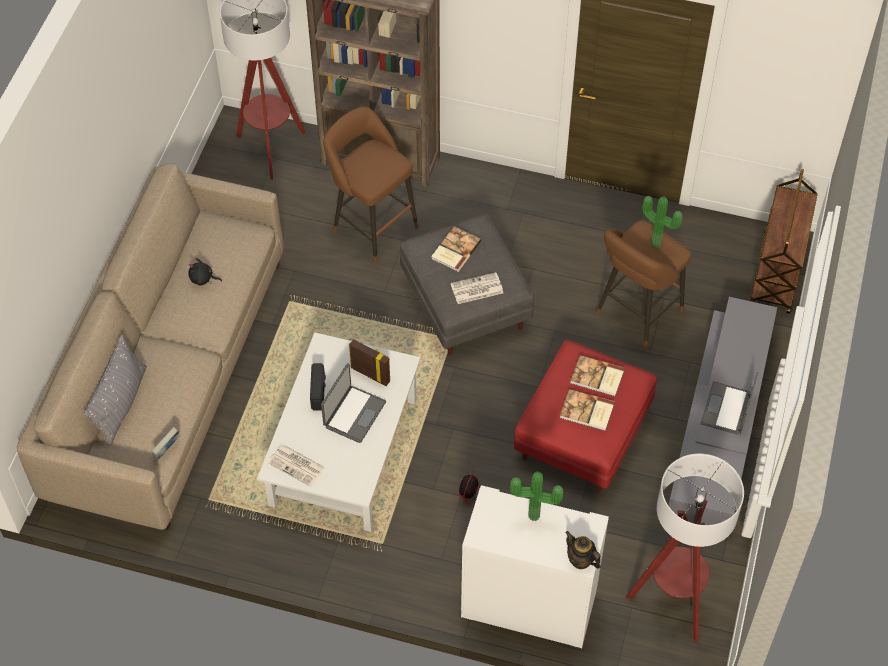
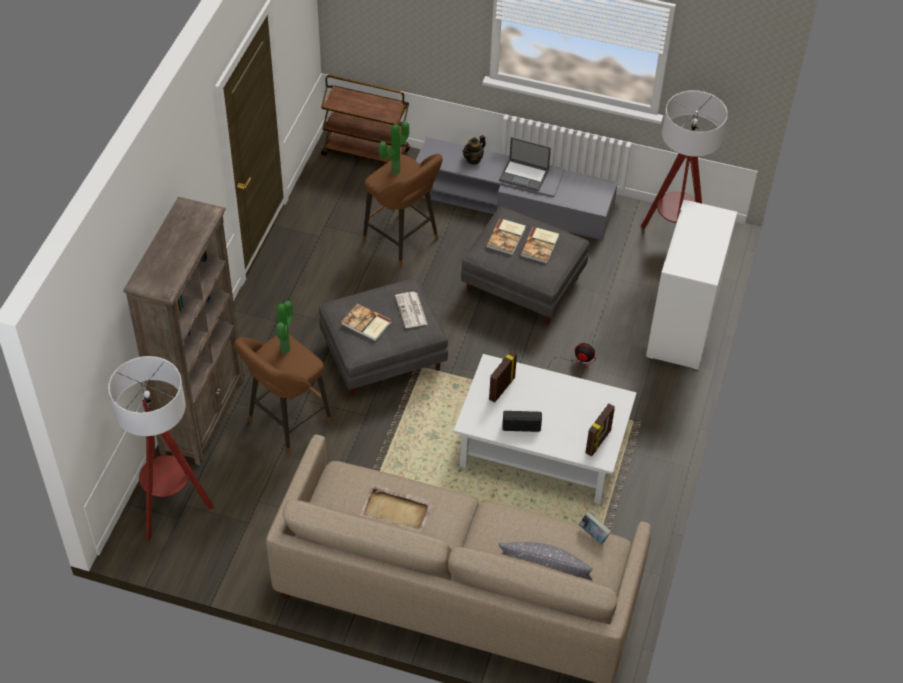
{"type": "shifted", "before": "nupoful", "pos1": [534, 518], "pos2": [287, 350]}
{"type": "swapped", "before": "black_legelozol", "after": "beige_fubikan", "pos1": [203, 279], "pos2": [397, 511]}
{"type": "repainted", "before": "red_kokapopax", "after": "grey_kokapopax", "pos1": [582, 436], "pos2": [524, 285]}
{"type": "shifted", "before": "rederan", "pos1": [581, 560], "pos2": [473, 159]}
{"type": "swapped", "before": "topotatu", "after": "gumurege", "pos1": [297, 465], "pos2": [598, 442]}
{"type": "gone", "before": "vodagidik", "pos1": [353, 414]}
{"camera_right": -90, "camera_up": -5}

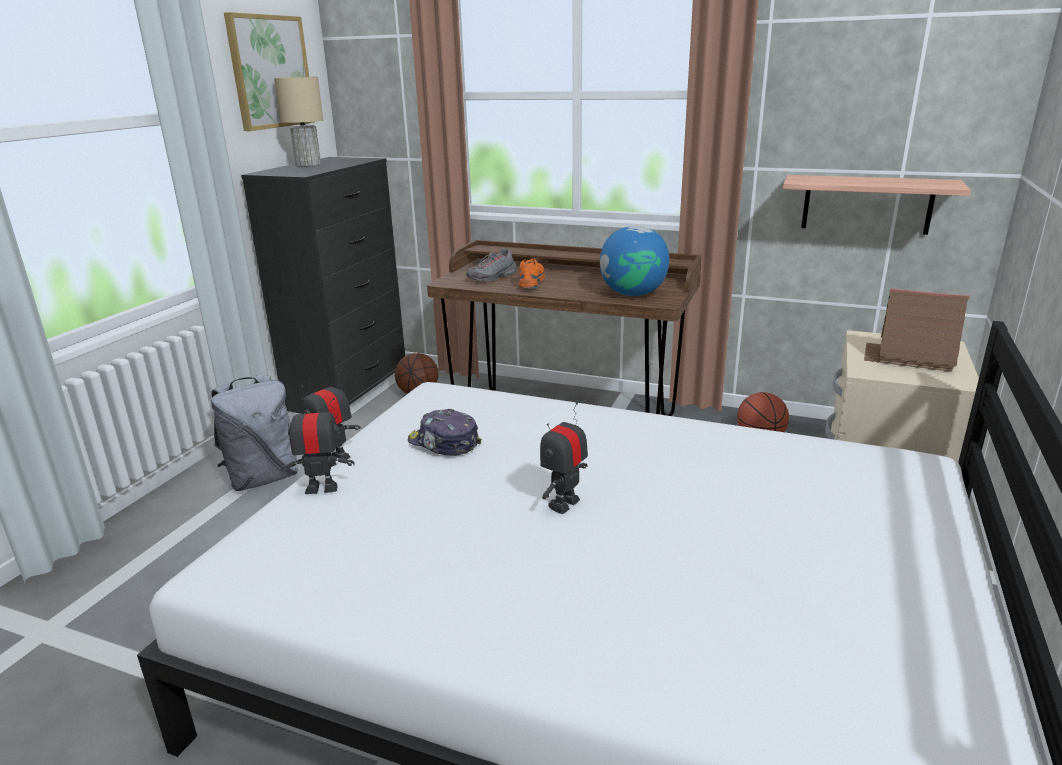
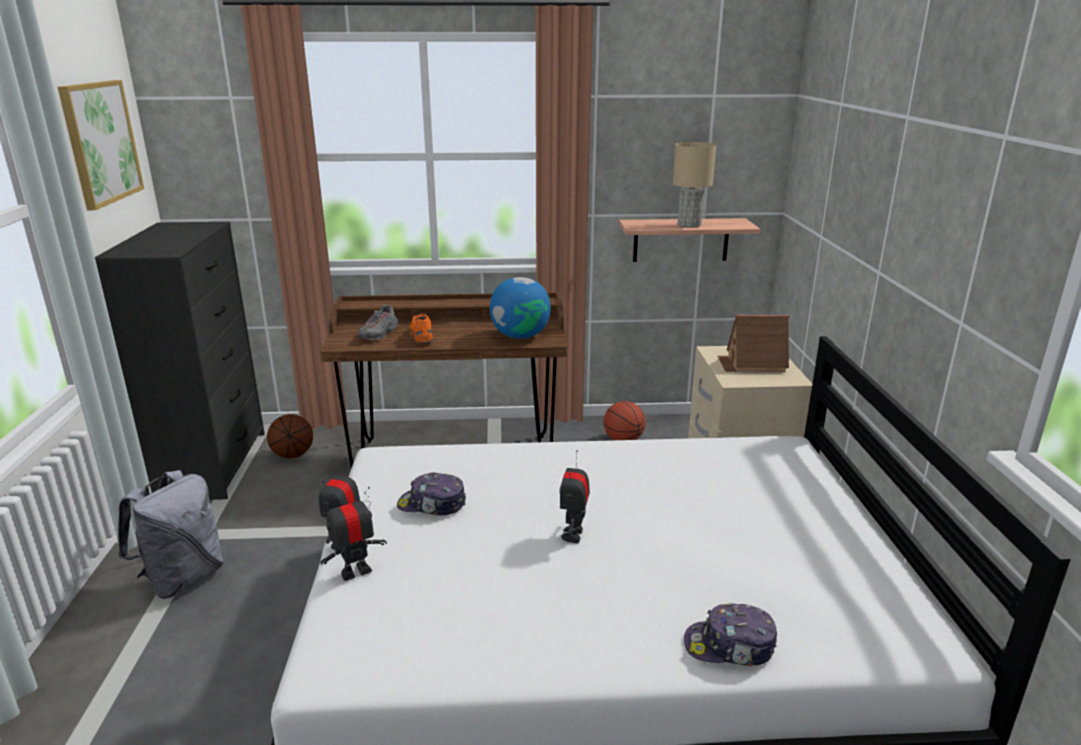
{"type": "shifted", "before": "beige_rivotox", "pos1": [308, 165], "pos2": [690, 224]}
{"type": "new", "after": "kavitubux", "pos2": [730, 647]}
{"camera_right": -25, "camera_up": 0}

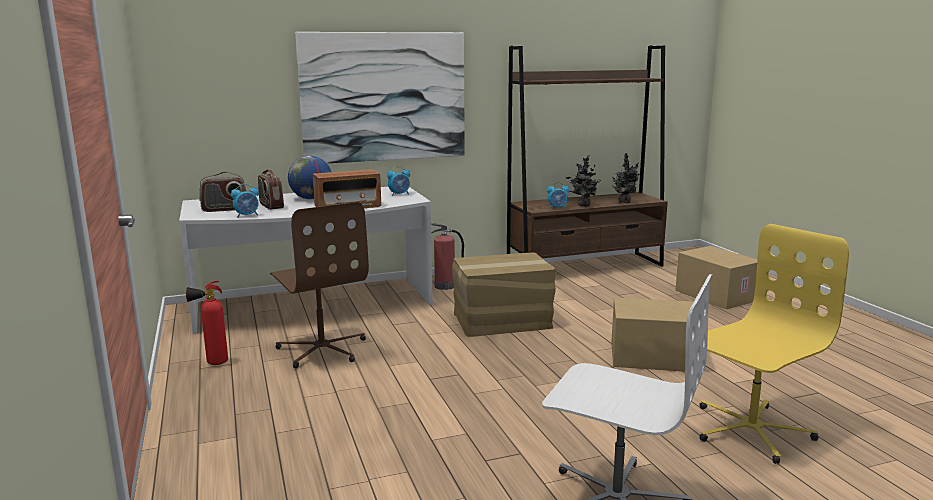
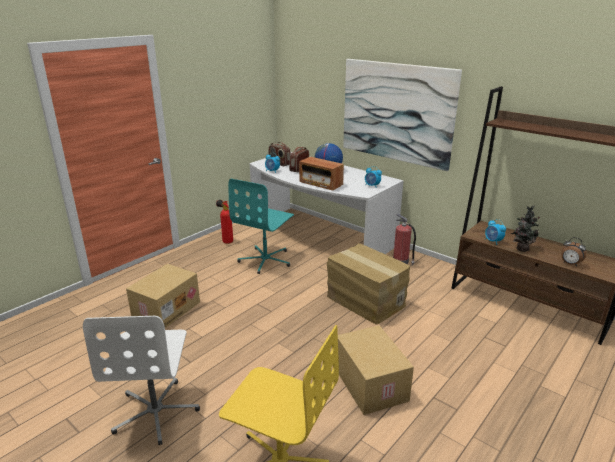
{"type": "shifted", "before": "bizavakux", "pos1": [714, 295], "pos2": [166, 309]}
{"type": "repainted", "before": "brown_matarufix", "after": "turquoise_matarufix", "pos1": [322, 349], "pos2": [266, 260]}
{"type": "swapped", "before": "nupoful", "after": "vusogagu", "pos1": [625, 202], "pos2": [570, 264]}
{"camera_right": 60, "camera_up": 10}

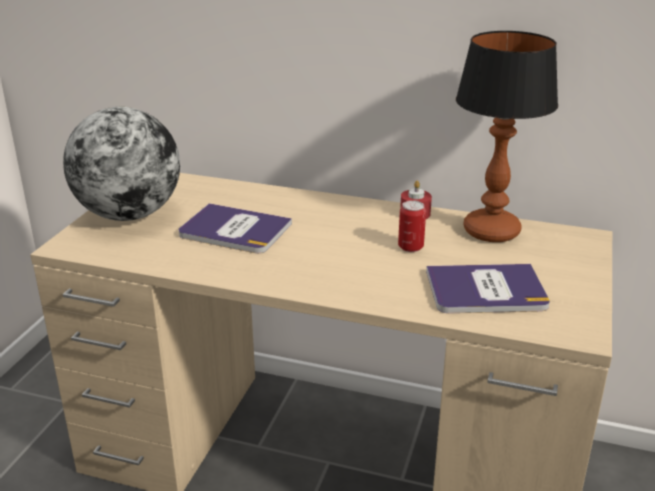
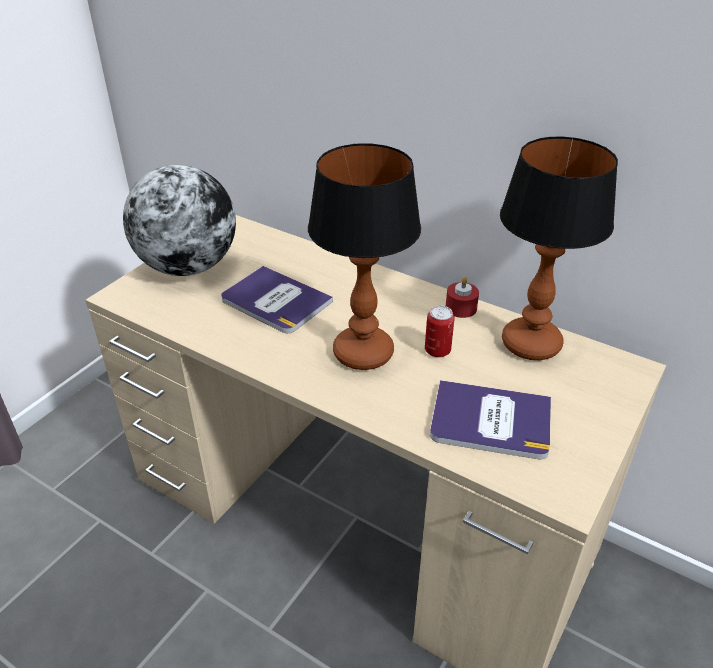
{"type": "new", "after": "rivotox", "pos2": [364, 354]}
{"camera_right": 15, "camera_up": 10}

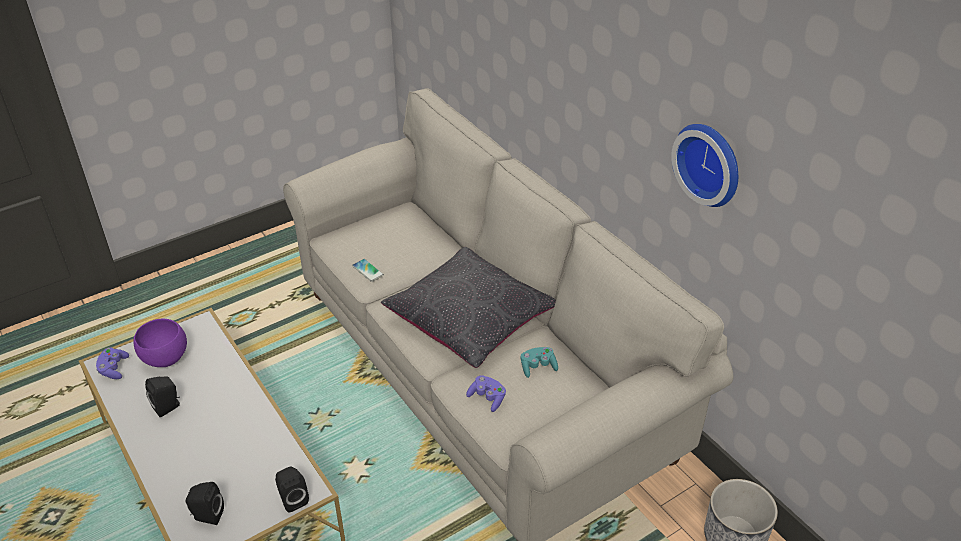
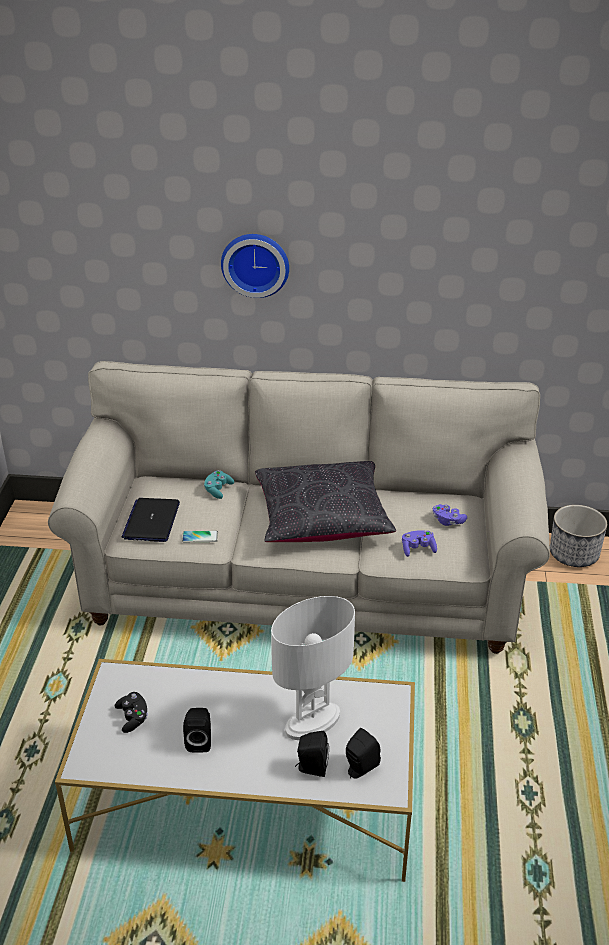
{"type": "swapped", "before": "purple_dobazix", "after": "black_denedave", "pos1": [165, 359], "pos2": [133, 718]}
{"type": "new", "after": "vodagidik", "pos2": [151, 521]}
{"type": "shifted", "before": "turquoise_denedave", "pos1": [538, 367], "pos2": [218, 490]}
{"type": "shifted", "before": "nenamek", "pos1": [710, 163], "pos2": [256, 263]}
{"type": "new", "after": "white_rivotox", "pos2": [312, 723]}
{"type": "shifted", "before": "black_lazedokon", "pos1": [292, 499], "pos2": [311, 768]}
{"type": "shifted", "before": "purple_denedave", "pos1": [113, 369], "pos2": [447, 521]}
{"camera_right": -50, "camera_up": -5}

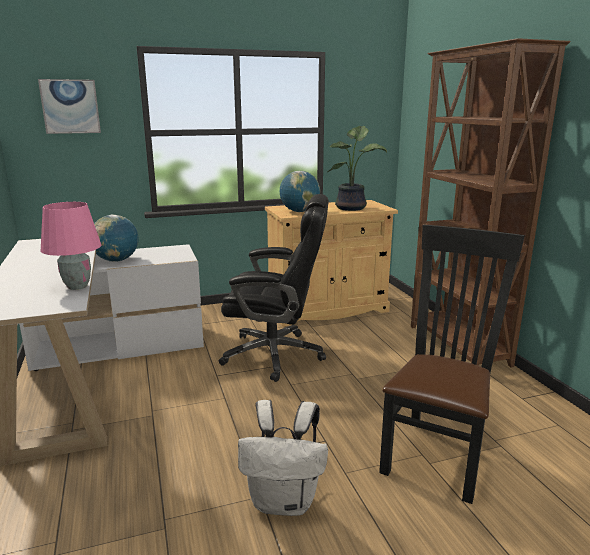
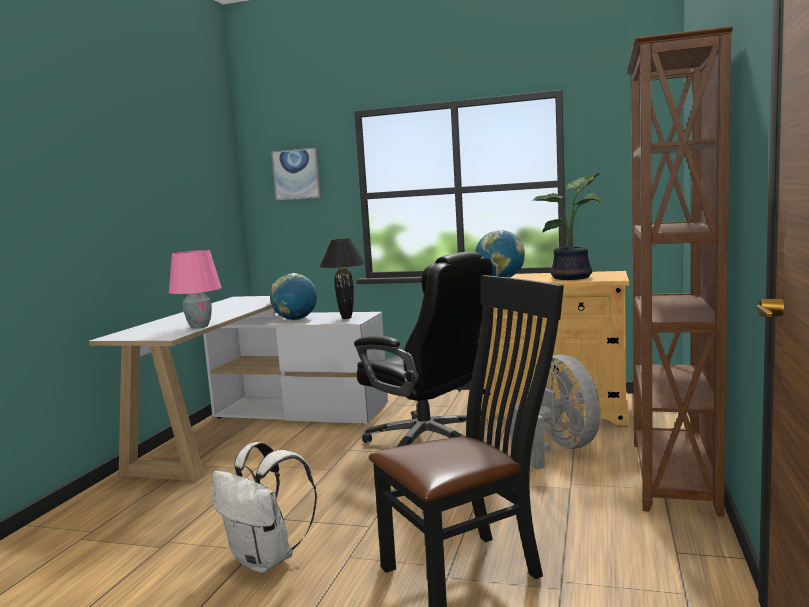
{"type": "new", "after": "black_rivotox", "pos2": [346, 318]}
{"type": "new", "after": "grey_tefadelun", "pos2": [557, 449]}
{"camera_right": 35, "camera_up": -10}

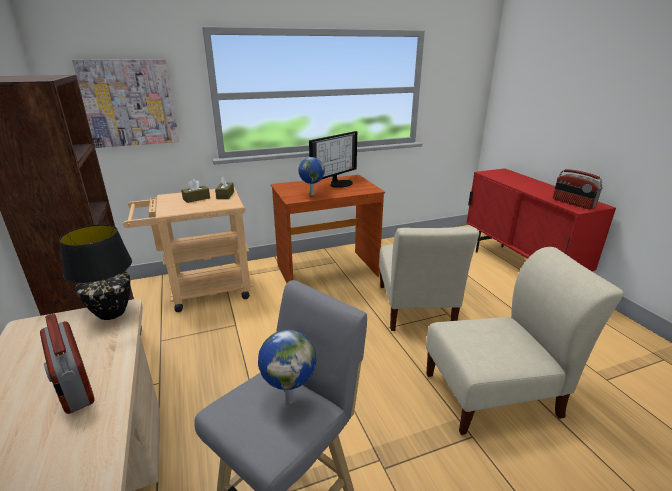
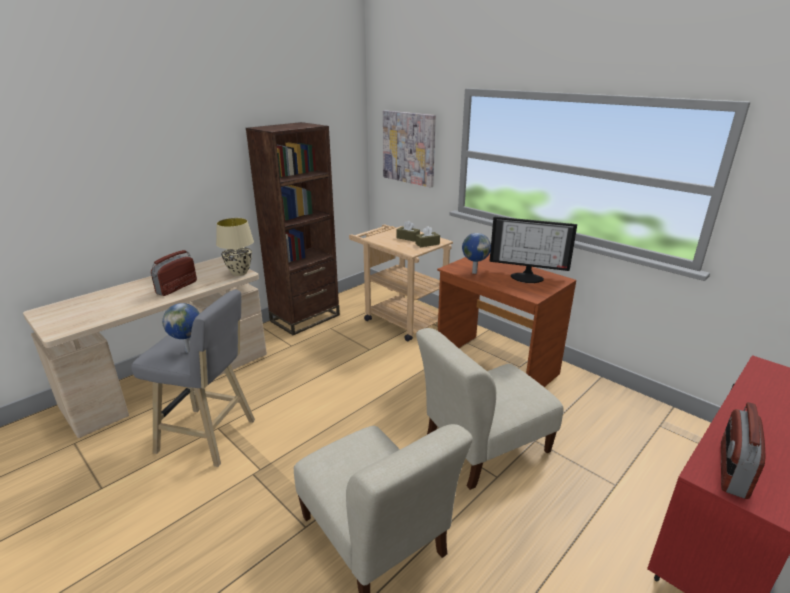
{"type": "repainted", "before": "black_rivotox", "after": "beige_rivotox", "pos1": [111, 313], "pos2": [239, 273]}
{"camera_right": 65, "camera_up": 0}

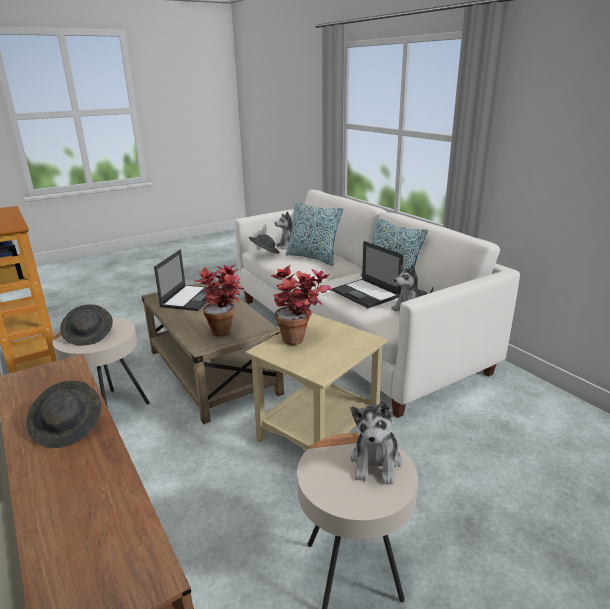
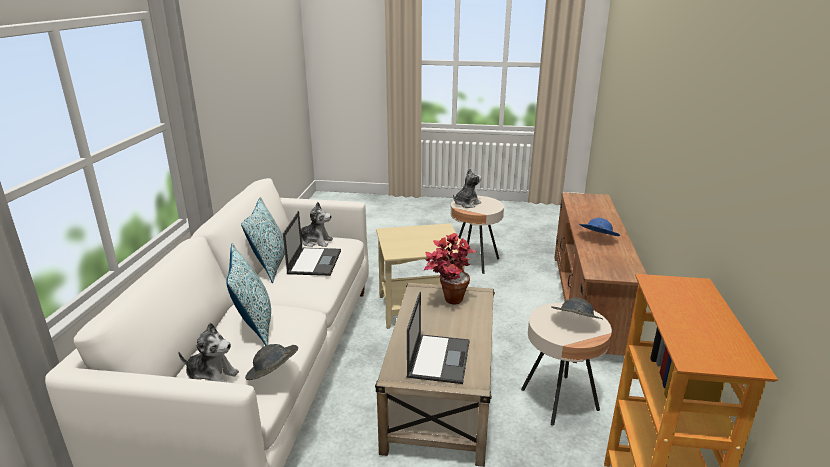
{"type": "rotated", "before": "vodagidik", "pos1": [190, 298], "pos2": [439, 358], "turn": 135}
{"type": "repainted", "before": "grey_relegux", "after": "blue_relegux", "pos1": [68, 427], "pos2": [597, 238]}
{"type": "gone", "before": "nupoful", "pos1": [301, 340]}
{"camera_right": -140, "camera_up": 0}

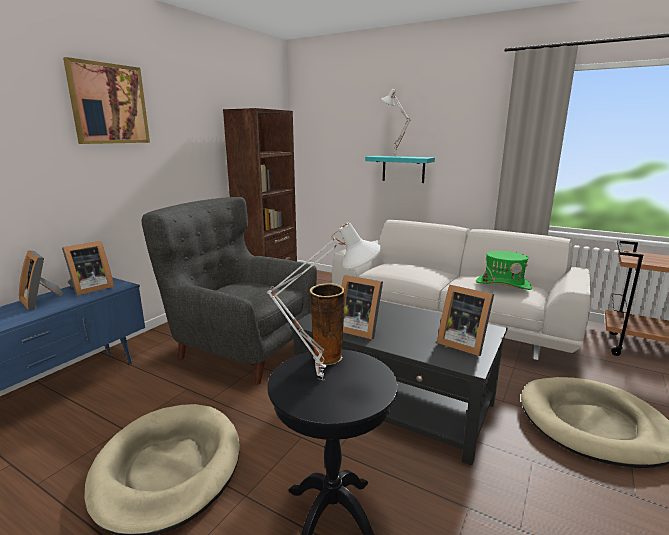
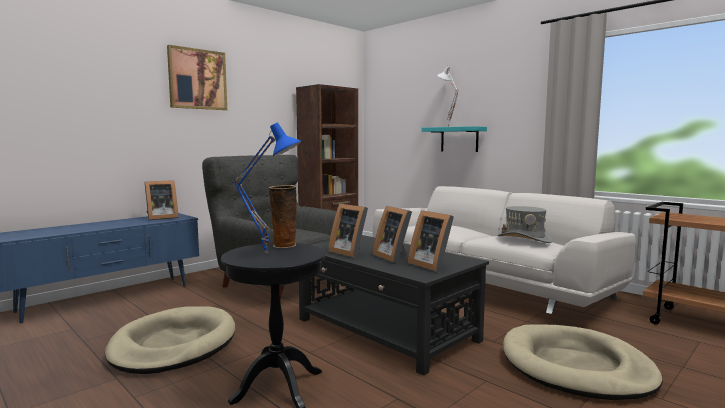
{"type": "repainted", "before": "white_rivotox", "after": "blue_rivotox", "pos1": [322, 378], "pos2": [267, 252]}
{"type": "shifted", "before": "gumurege", "pos1": [42, 301], "pos2": [394, 257]}
{"type": "repainted", "before": "green_relegux", "after": "grey_relegux", "pos1": [503, 284], "pos2": [524, 239]}
{"camera_right": 15, "camera_up": -10}

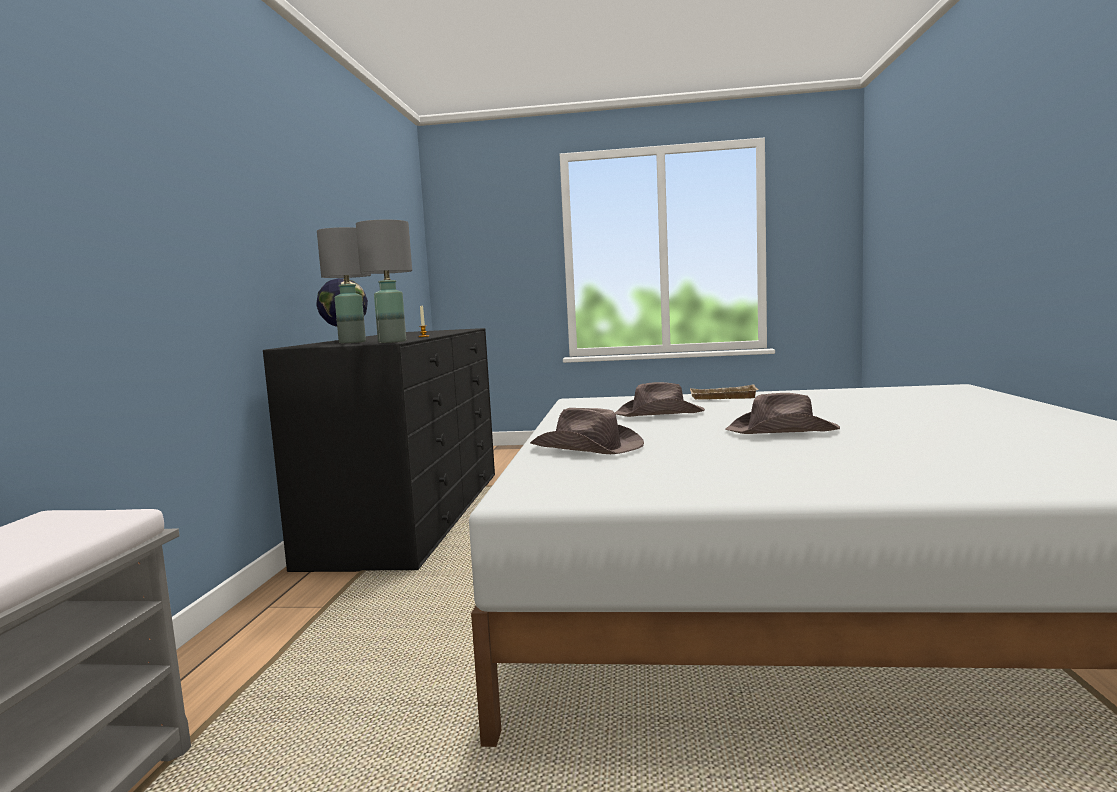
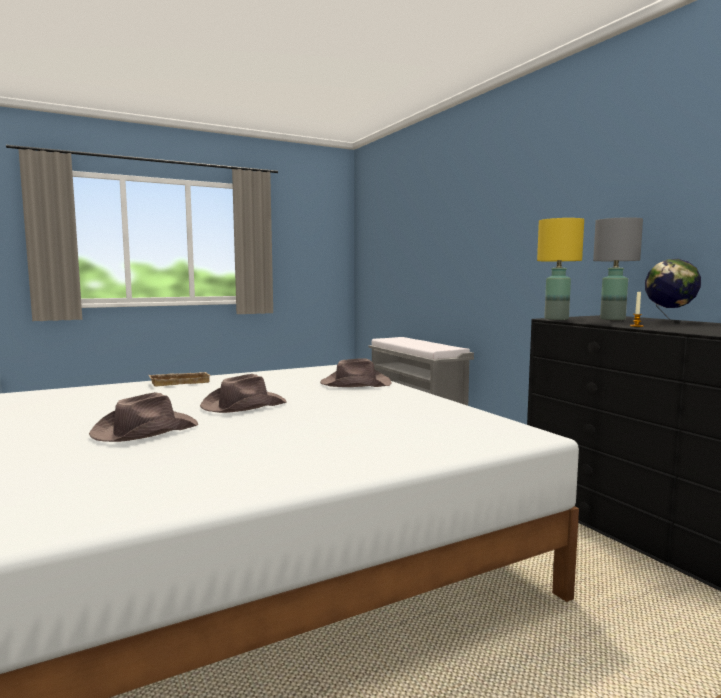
{"type": "shifted", "before": "brown_relegux", "pos1": [660, 414], "pos2": [144, 431]}
{"type": "shifted", "before": "beige_fubikan", "pos1": [722, 398], "pos2": [180, 382]}
{"type": "repainted", "before": "grey_rivotox", "after": "yellow_rivotox", "pos1": [392, 342], "pos2": [555, 319]}
{"camera_right": 145, "camera_up": 0}

